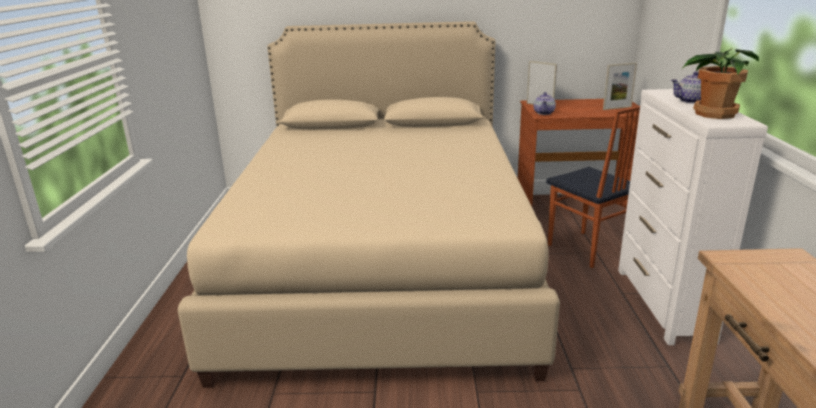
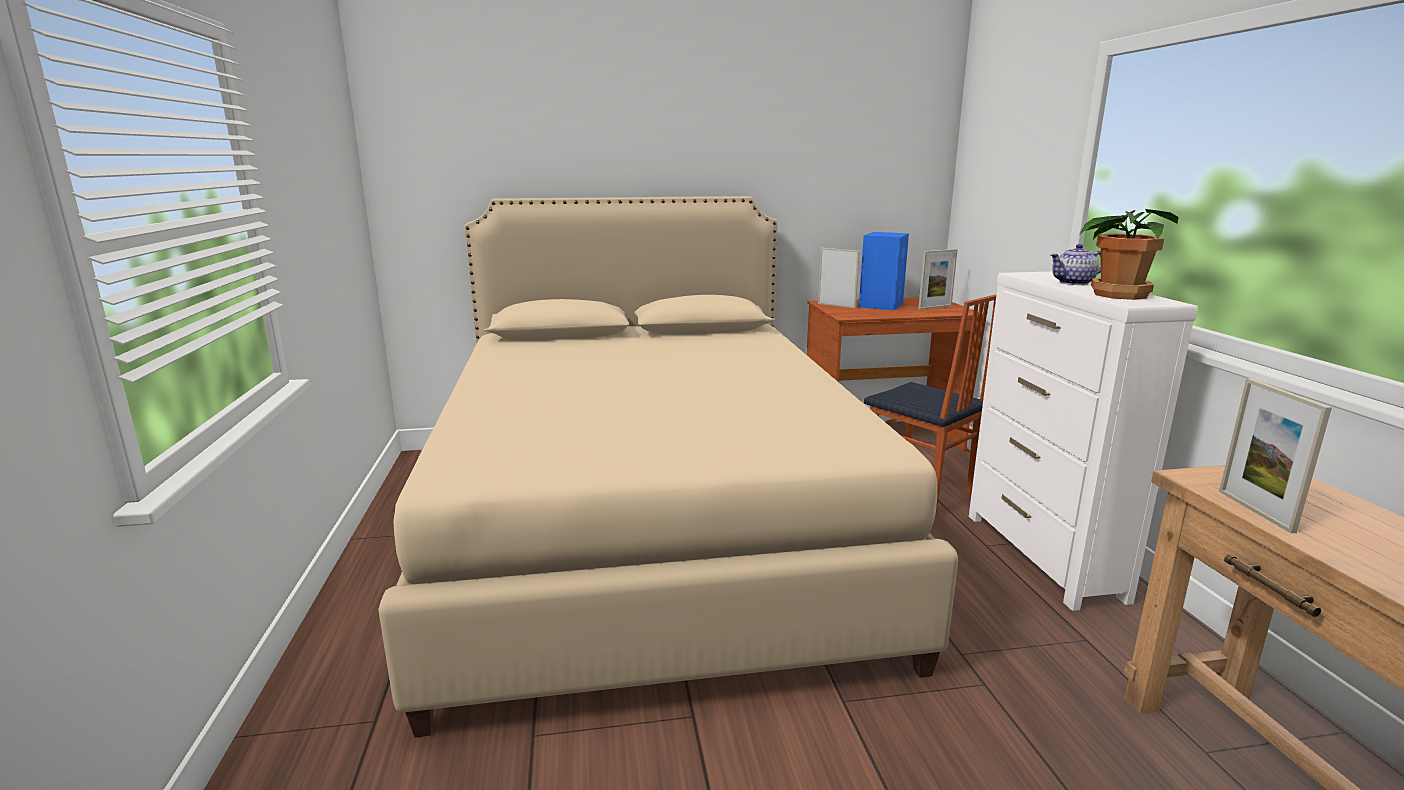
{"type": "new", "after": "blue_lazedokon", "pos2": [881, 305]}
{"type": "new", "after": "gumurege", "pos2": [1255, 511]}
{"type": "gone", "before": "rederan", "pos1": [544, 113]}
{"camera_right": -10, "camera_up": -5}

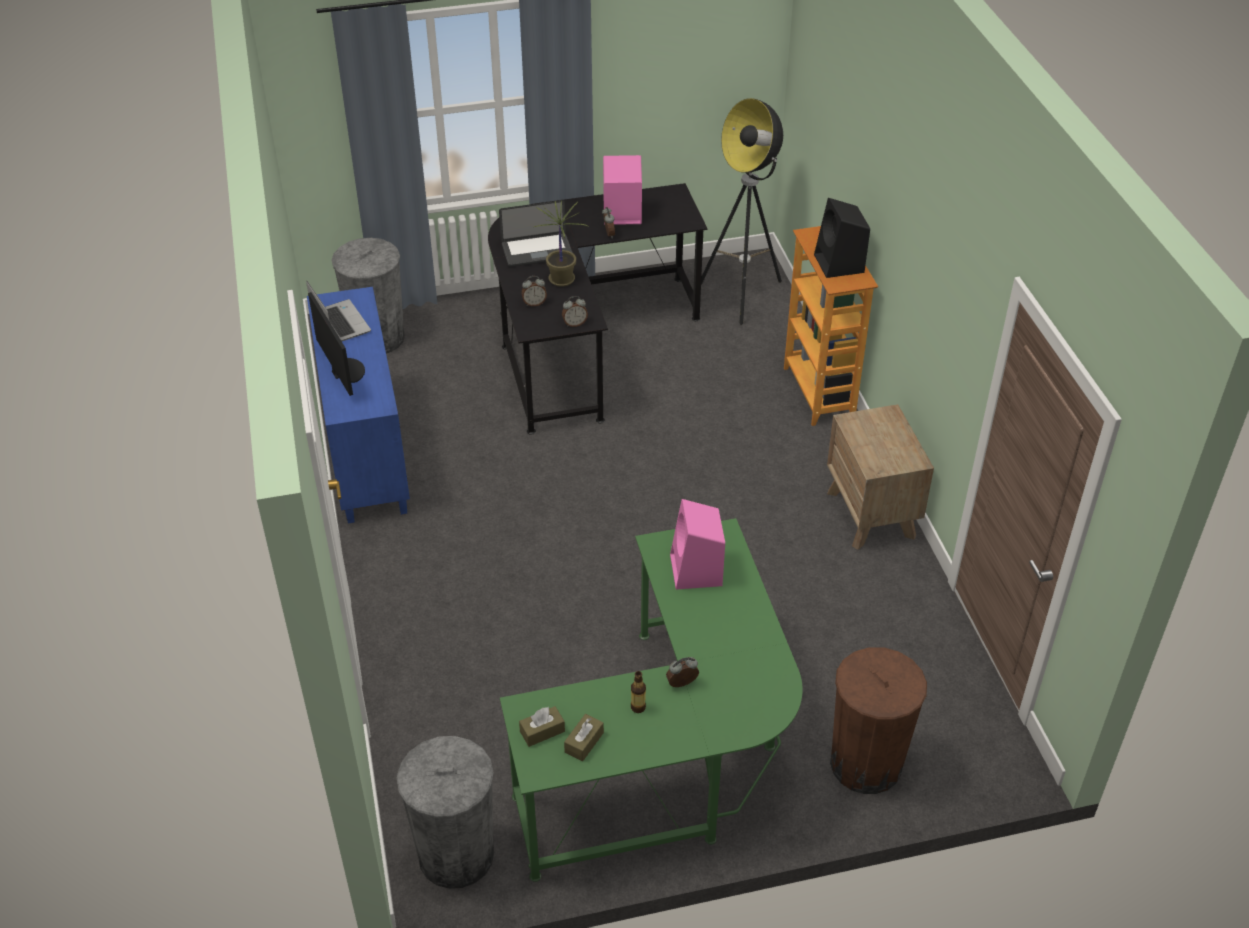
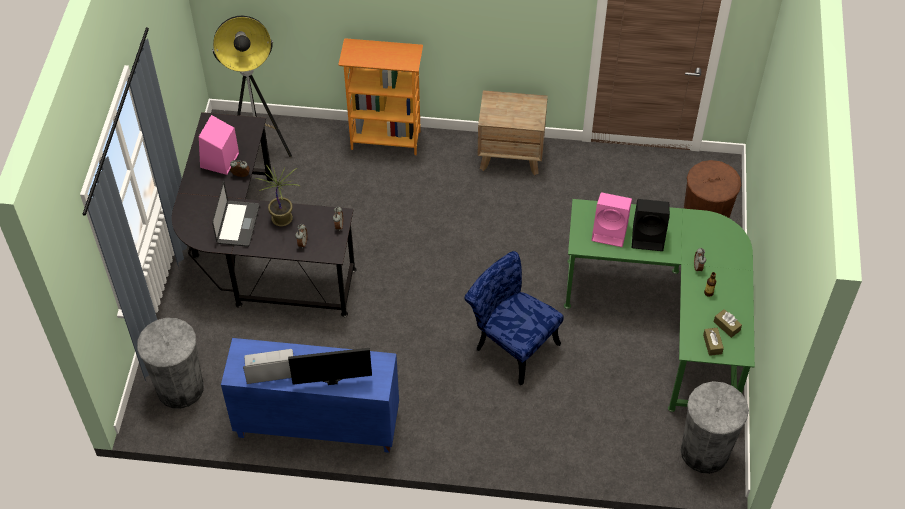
{"type": "new", "after": "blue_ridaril", "pos2": [511, 343]}
{"type": "shifted", "before": "black_lazedokon", "pos1": [840, 264], "pos2": [649, 237]}
{"camera_right": -70, "camera_up": 10}

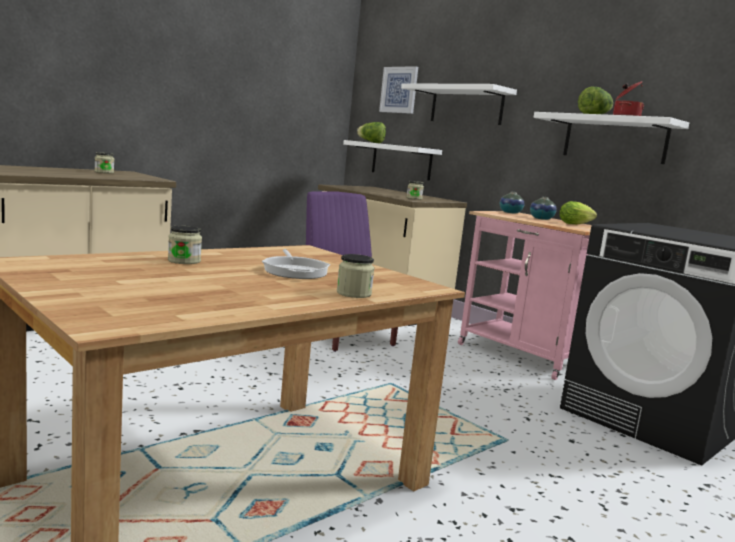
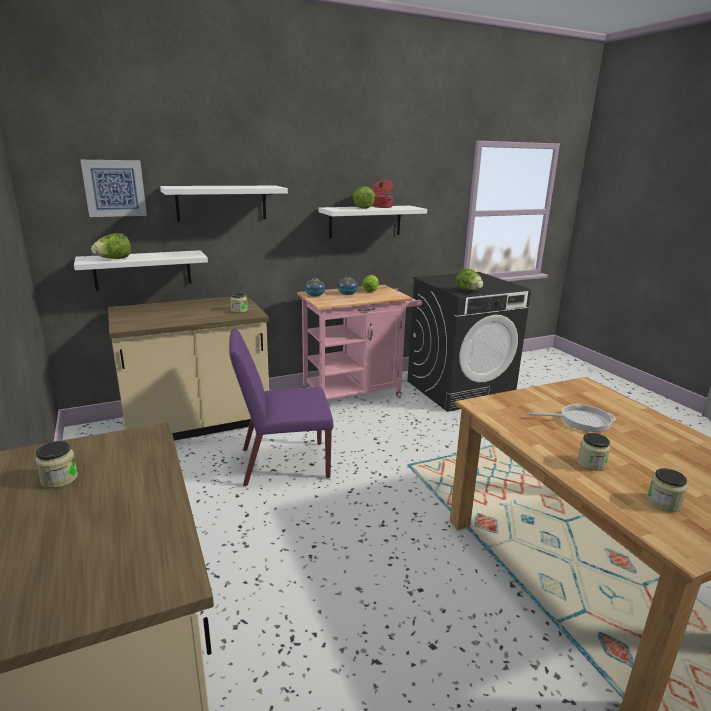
{"type": "new", "after": "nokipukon", "pos2": [469, 291]}
{"type": "shifted", "before": "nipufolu", "pos1": [354, 293], "pos2": [663, 503]}
{"camera_right": -70, "camera_up": 10}

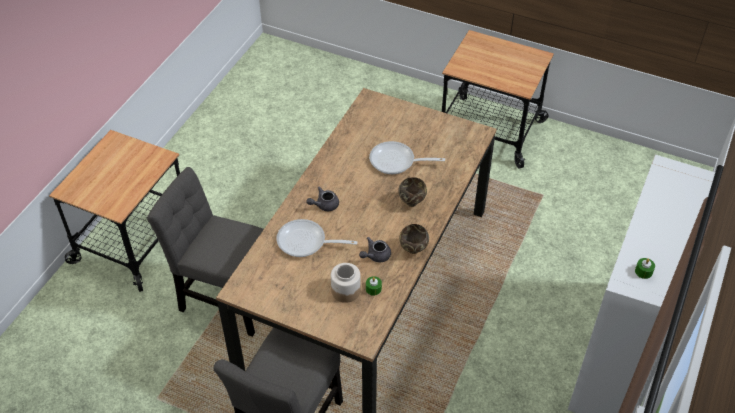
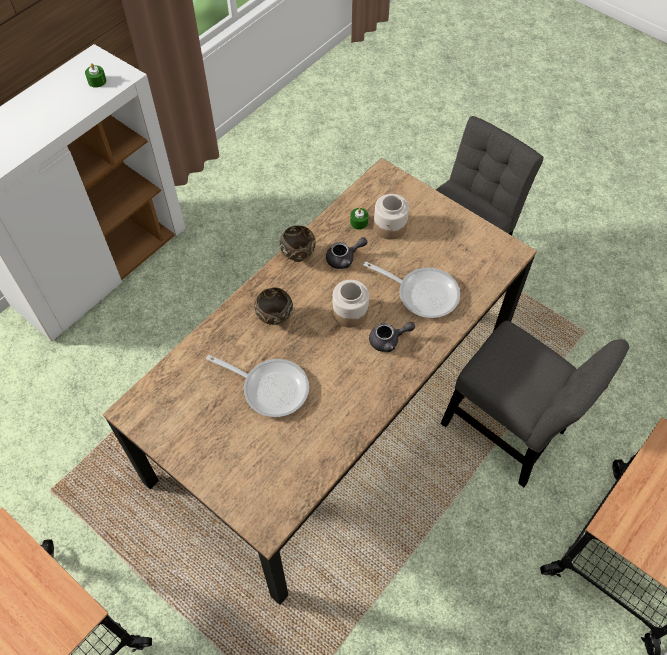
{"type": "new", "after": "nipufolu", "pos2": [349, 312]}
{"camera_right": -165, "camera_up": 10}

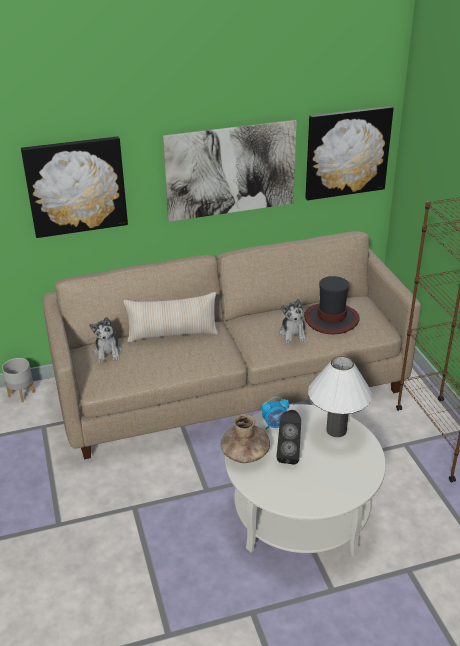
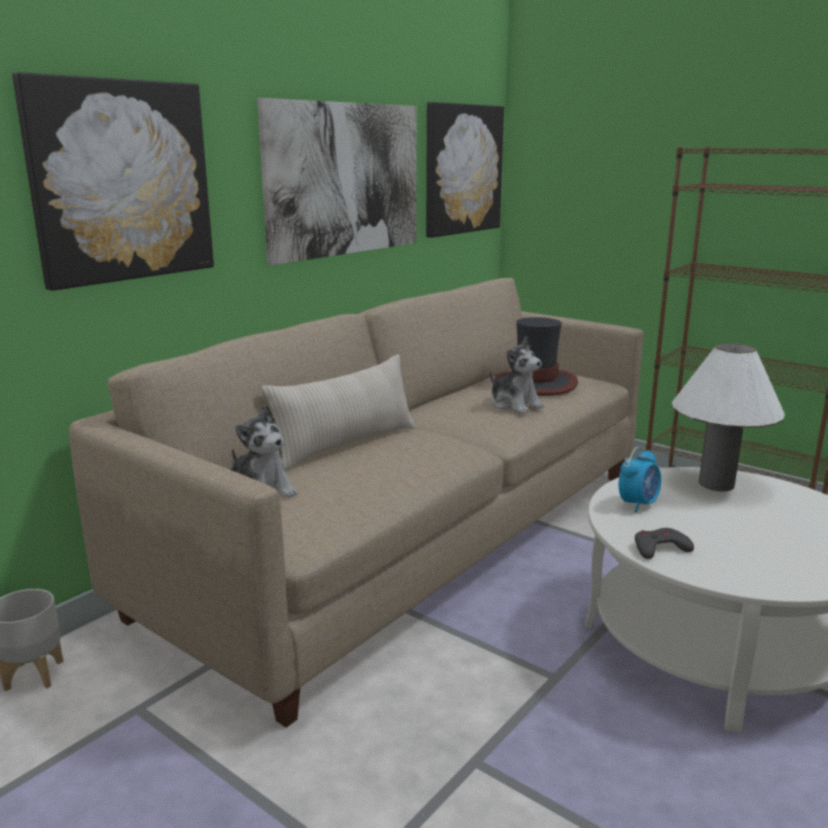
{"type": "swapped", "before": "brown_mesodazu", "after": "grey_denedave", "pos1": [245, 453], "pos2": [660, 548]}
{"type": "gone", "before": "black_lazedokon", "pos1": [289, 454]}
{"camera_right": -35, "camera_up": -15}

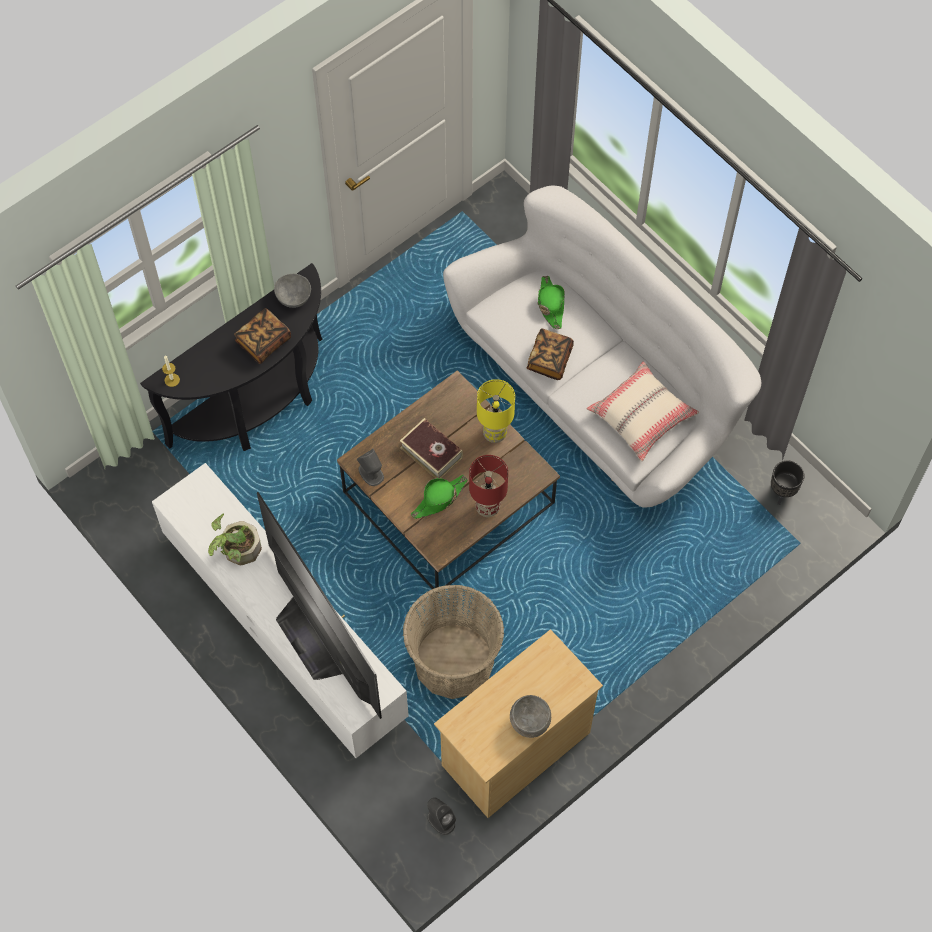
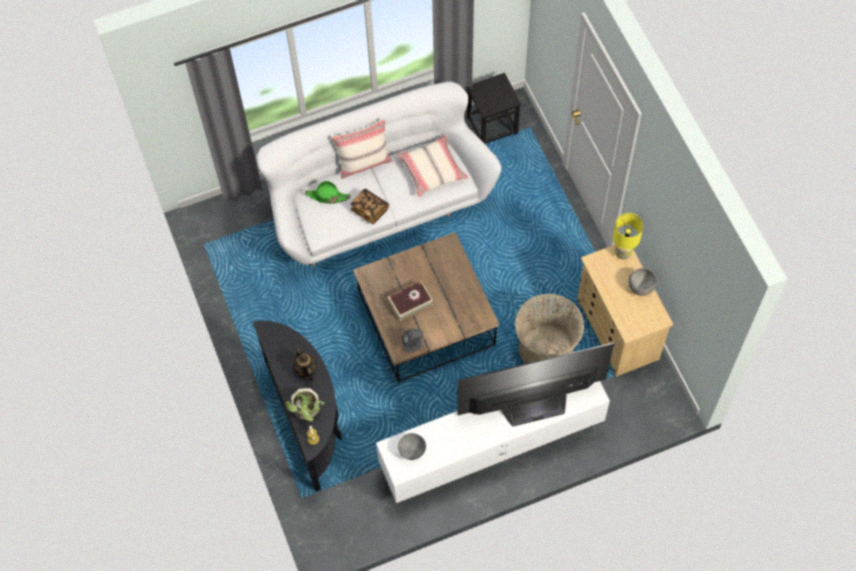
{"type": "shifted", "before": "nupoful", "pos1": [237, 550], "pos2": [306, 411]}
{"type": "swapped", "before": "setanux", "after": "rederan", "pos1": [263, 342], "pos2": [306, 370]}
{"type": "new", "after": "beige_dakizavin", "pos2": [364, 163]}
{"type": "shifted", "before": "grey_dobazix", "pos1": [293, 297], "pos2": [411, 450]}
{"type": "swapped", "before": "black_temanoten", "after": "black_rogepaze", "pos1": [782, 493], "pos2": [492, 124]}
{"type": "shifted", "before": "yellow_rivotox", "pos1": [495, 434], "pos2": [623, 252]}
{"type": "gone", "before": "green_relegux", "pos1": [439, 499]}
{"type": "gone", "before": "grey_lazedokon", "pos1": [440, 820]}
{"type": "gone", "before": "red_rivotox", "pos1": [488, 507]}
{"camera_right": -70, "camera_up": 0}

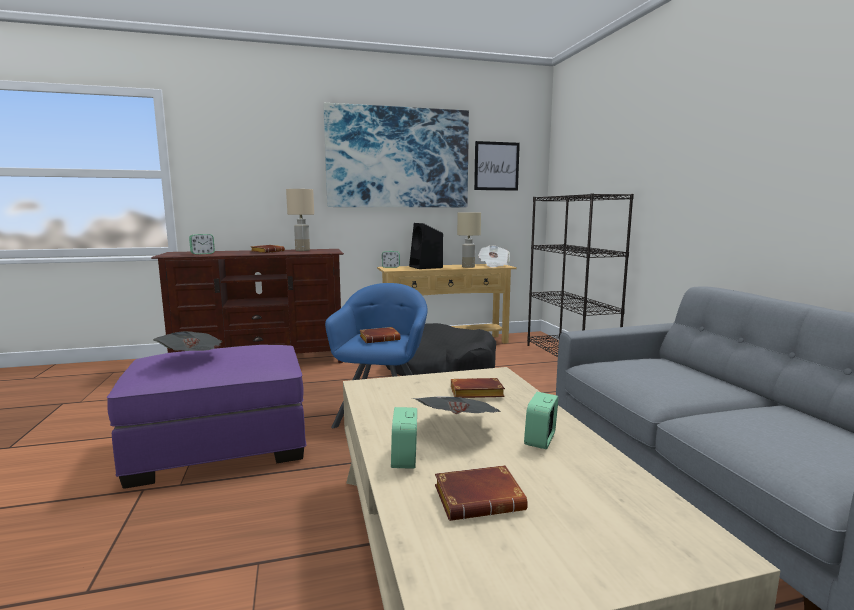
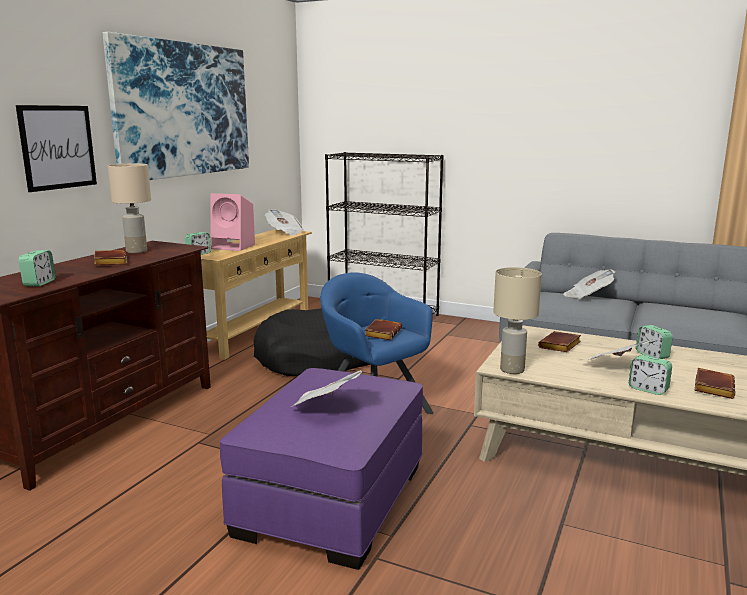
{"type": "shifted", "before": "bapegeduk", "pos1": [496, 166], "pos2": [58, 147]}
{"type": "repainted", "before": "black_lazedokon", "after": "pink_lazedokon", "pos1": [426, 267], "pos2": [234, 246]}
{"type": "shifted", "before": "beige_rivotox", "pos1": [468, 267], "pos2": [511, 369]}
{"type": "new", "after": "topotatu", "pos2": [587, 296]}
{"camera_right": -50, "camera_up": 5}

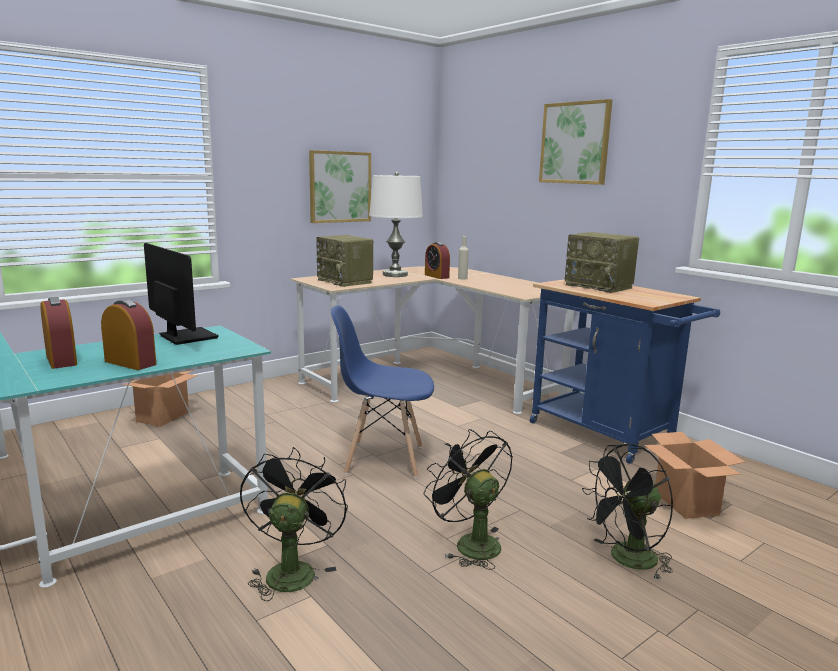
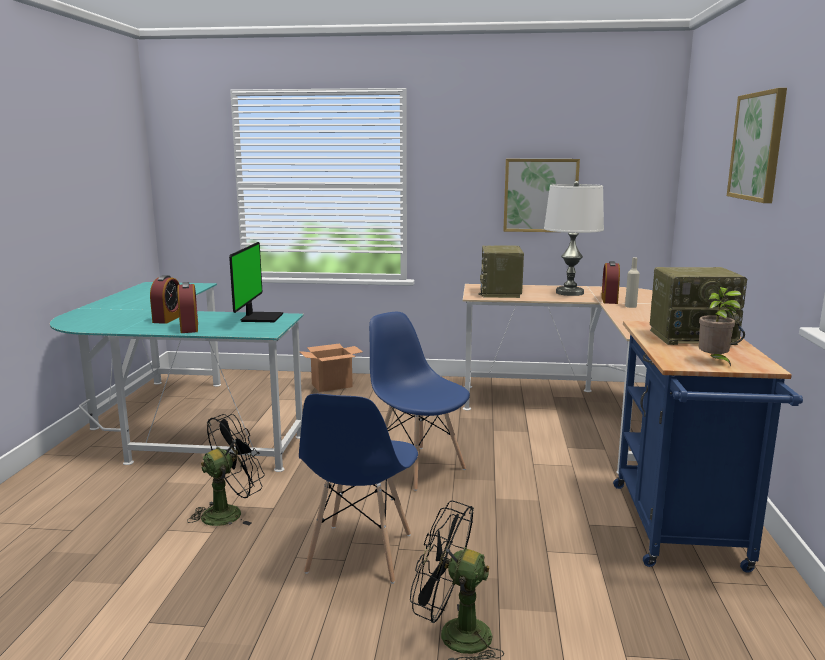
{"type": "swapped", "before": "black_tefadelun", "after": "blue_ridaril", "pos1": [470, 543], "pos2": [359, 554]}
{"type": "rotated", "before": "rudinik", "pos1": [600, 286], "pos2": [693, 337], "turn": -90}
{"type": "new", "after": "nupoful", "pos2": [714, 362]}
{"type": "gone", "before": "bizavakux", "pos1": [686, 503]}
{"camera_right": 45, "camera_up": 0}

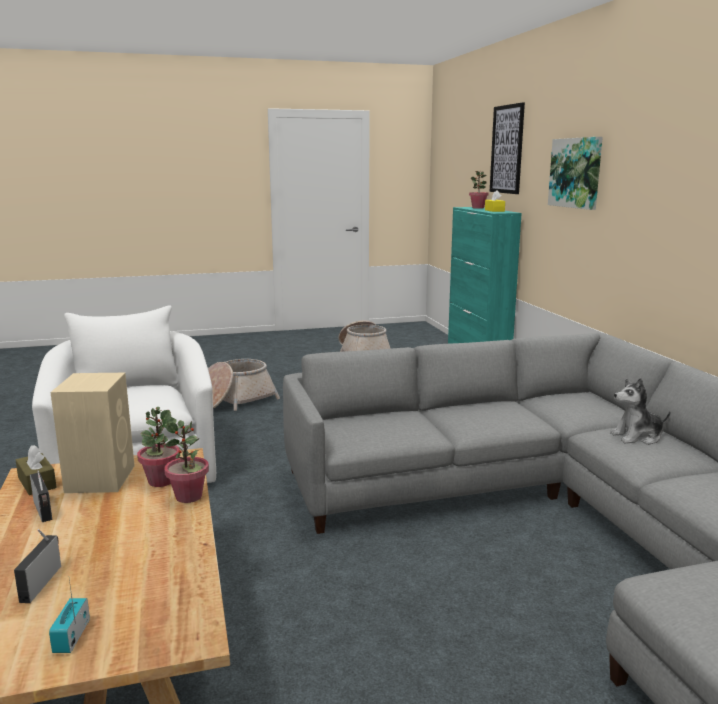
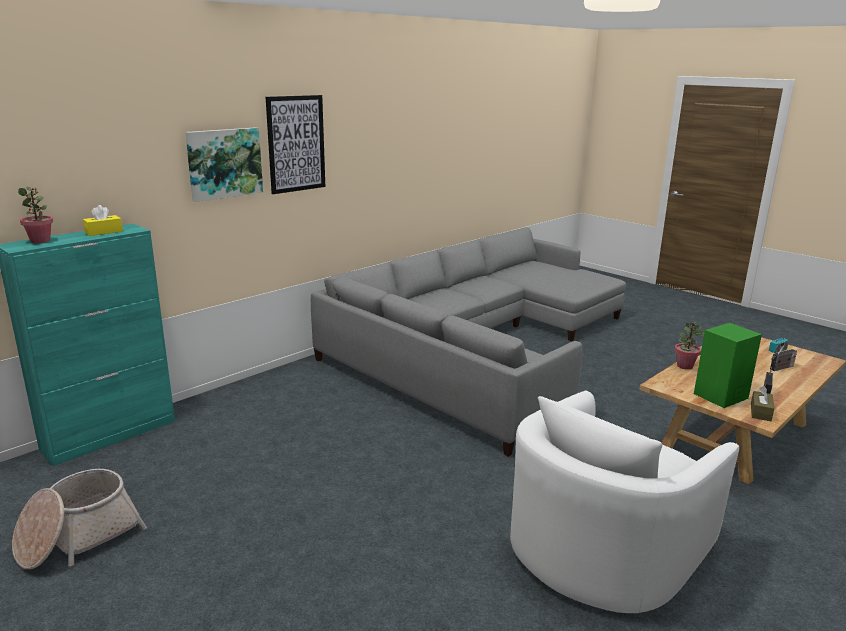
{"type": "shifted", "before": "bapegeduk", "pos1": [507, 149], "pos2": [296, 144]}
{"type": "repainted", "before": "beige_lazedokon", "after": "green_lazedokon", "pos1": [101, 478], "pos2": [720, 396]}
{"type": "gone", "before": "nupoful", "pos1": [161, 481]}
{"type": "gone", "before": "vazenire", "pos1": [235, 400]}
{"type": "gone", "before": "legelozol", "pos1": [637, 437]}
{"camera_right": -120, "camera_up": 5}

